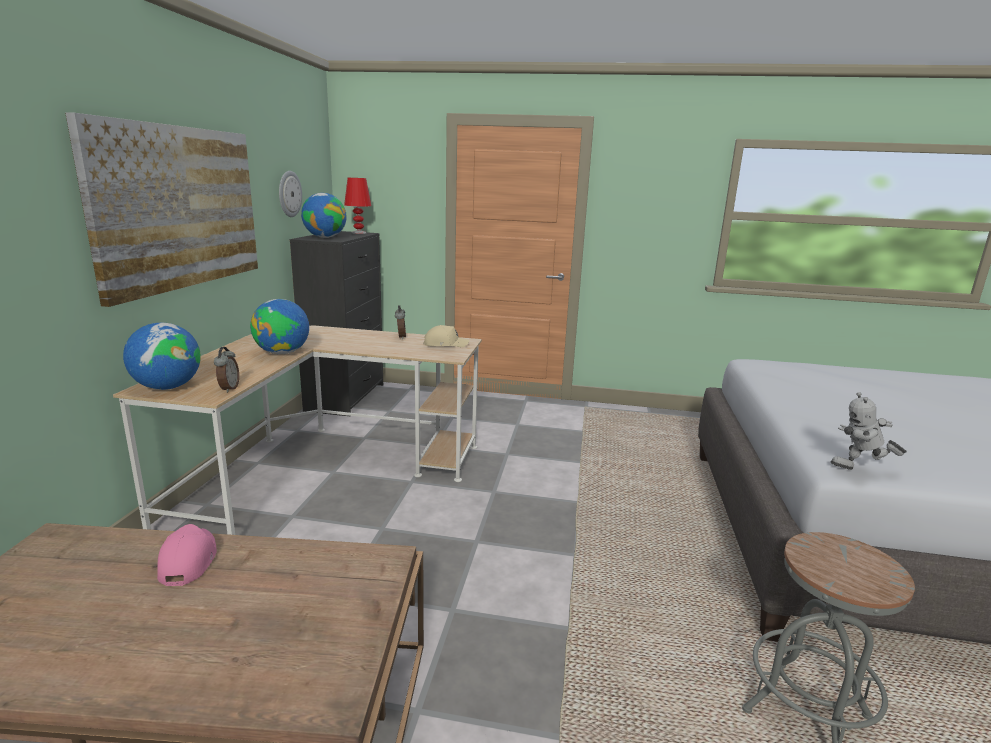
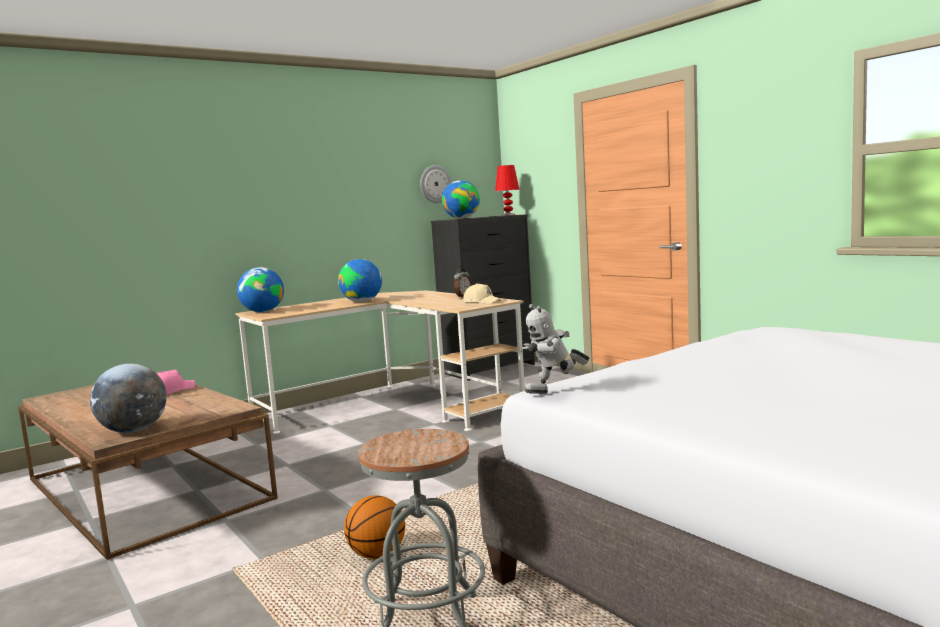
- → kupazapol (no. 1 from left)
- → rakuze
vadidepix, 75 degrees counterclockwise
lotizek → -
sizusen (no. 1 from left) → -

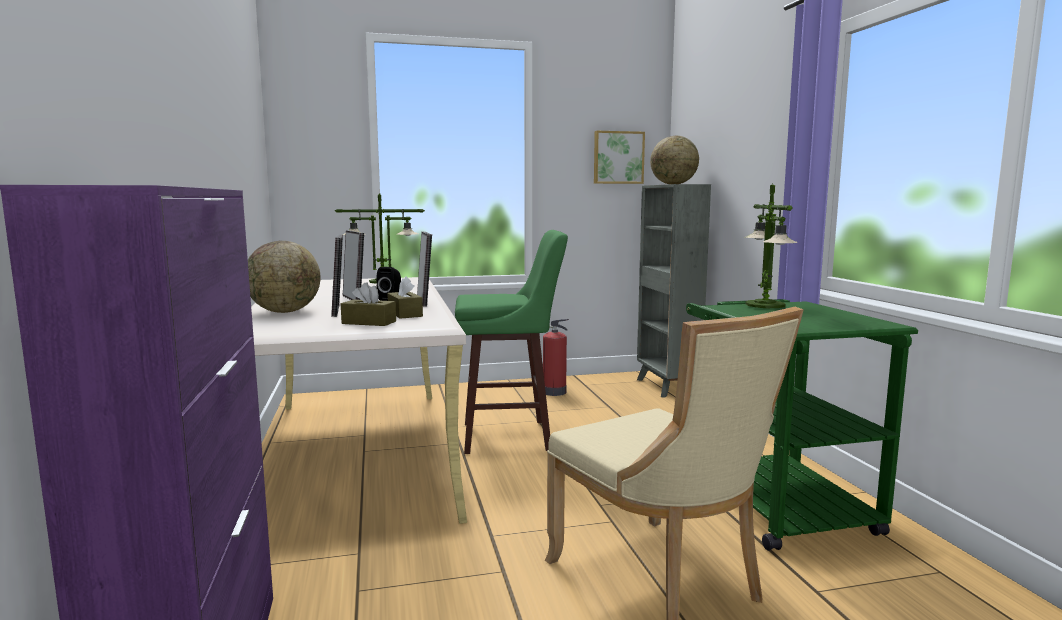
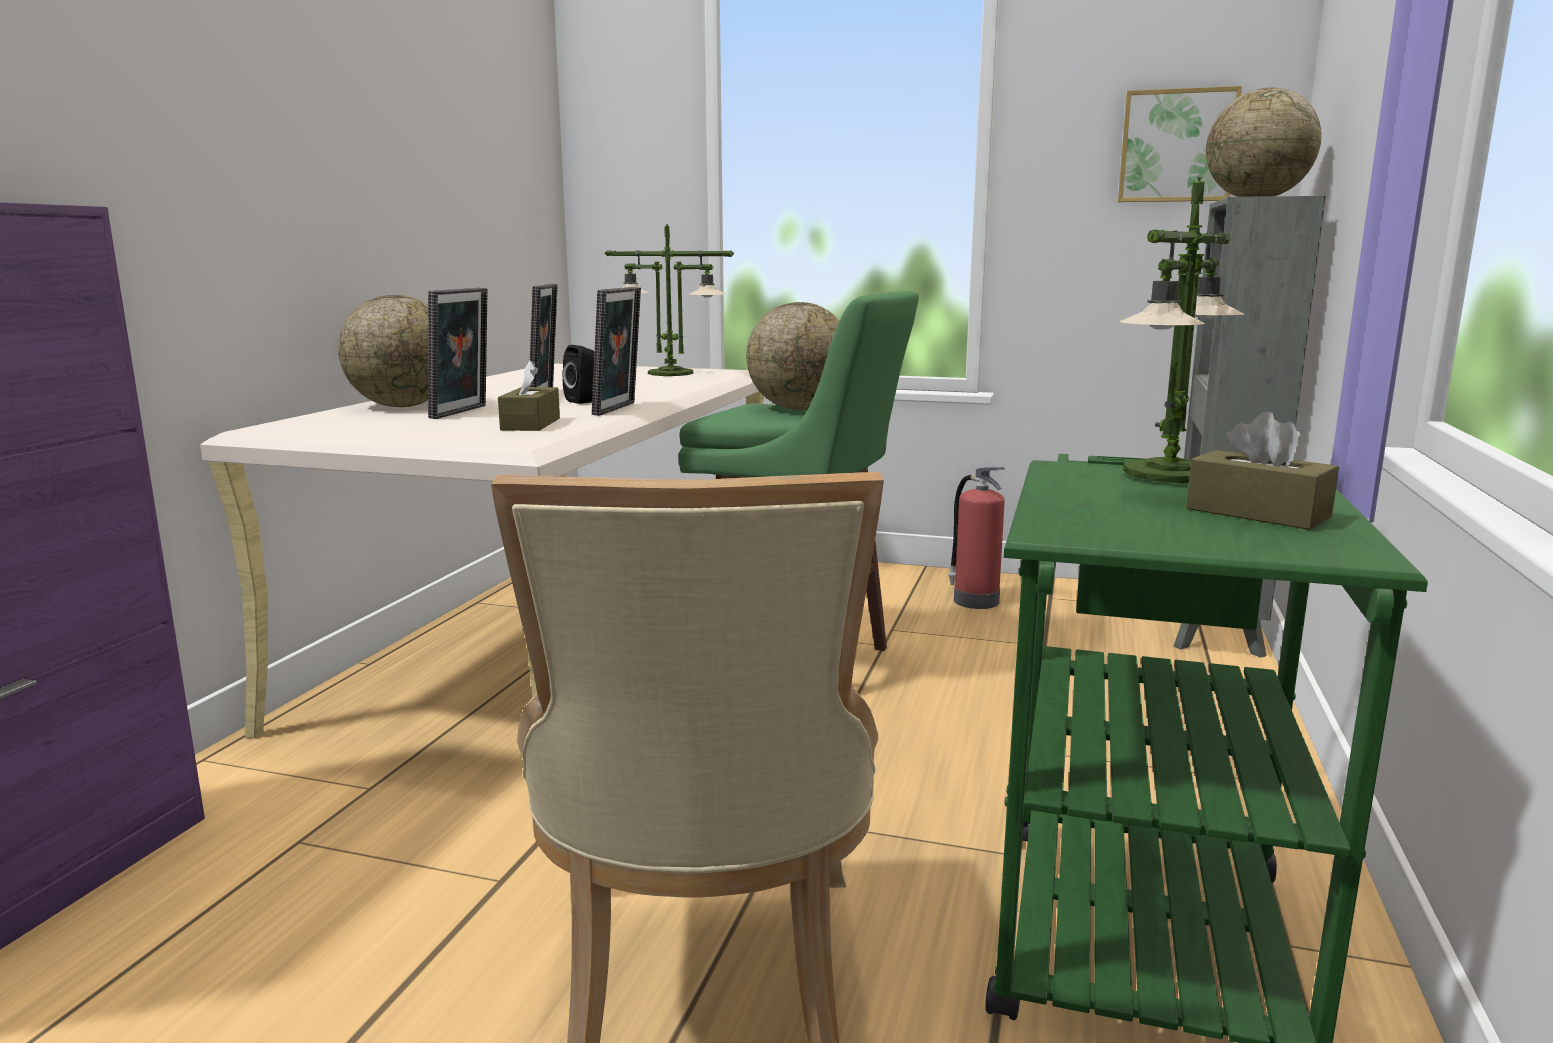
- → kupazapol (no. 2 from left)
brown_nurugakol (no. 1 from left in the first image) → brown_nurugakol (no. 2 from left), shifted

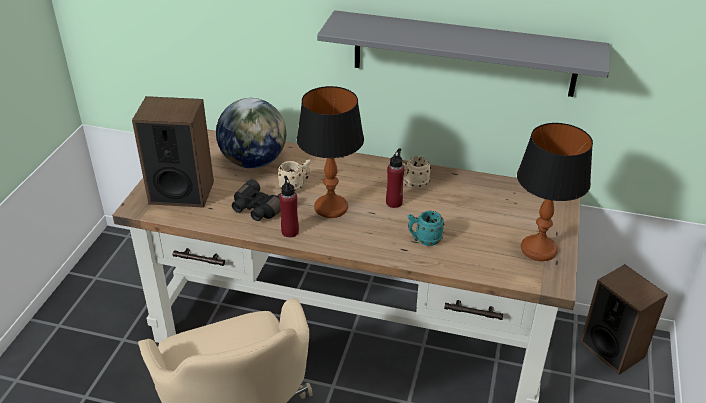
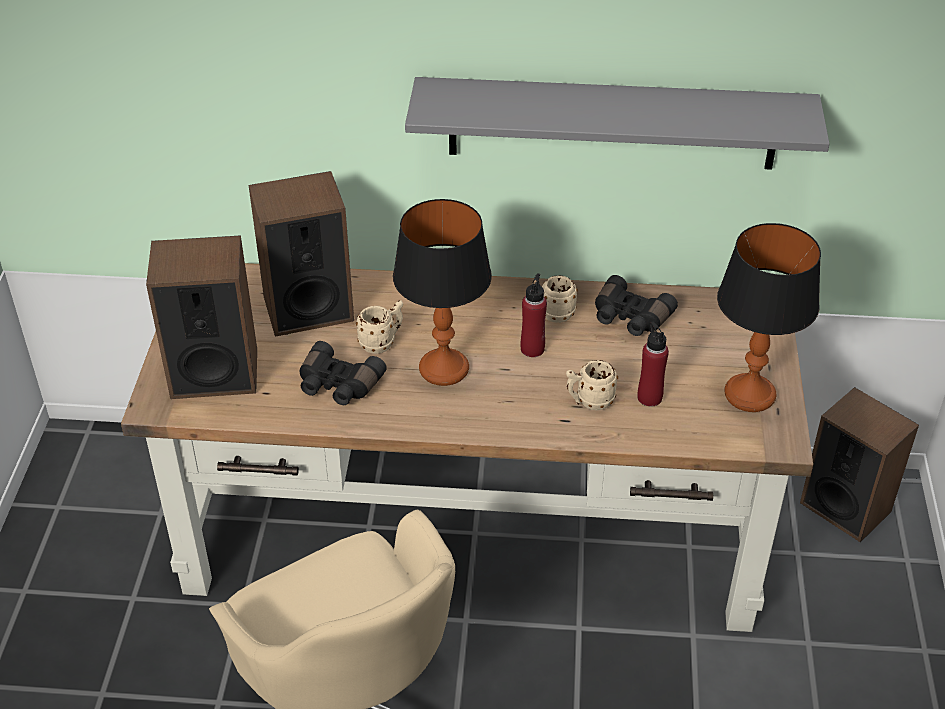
kupazapol → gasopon (no. 2 from left)
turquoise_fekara → beige_fekara (no. 3 from left)
- → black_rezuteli (no. 2 from left)
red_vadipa (no. 1 from left in the first image) → red_vadipa (no. 2 from left), shifted

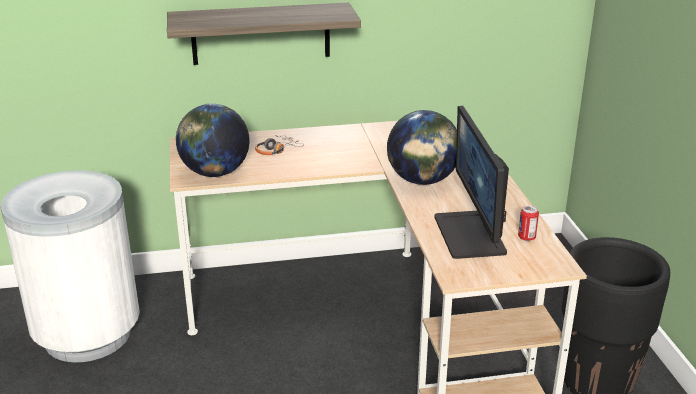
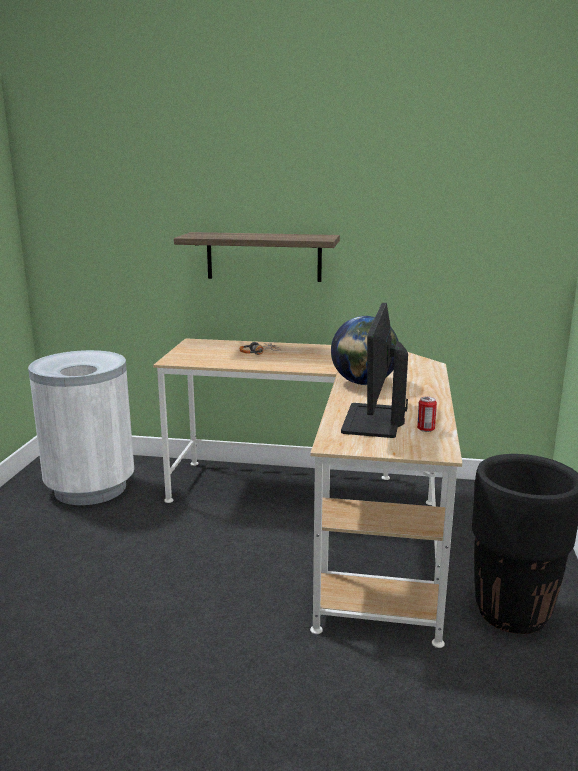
kupazapol (no. 1 from left) → -

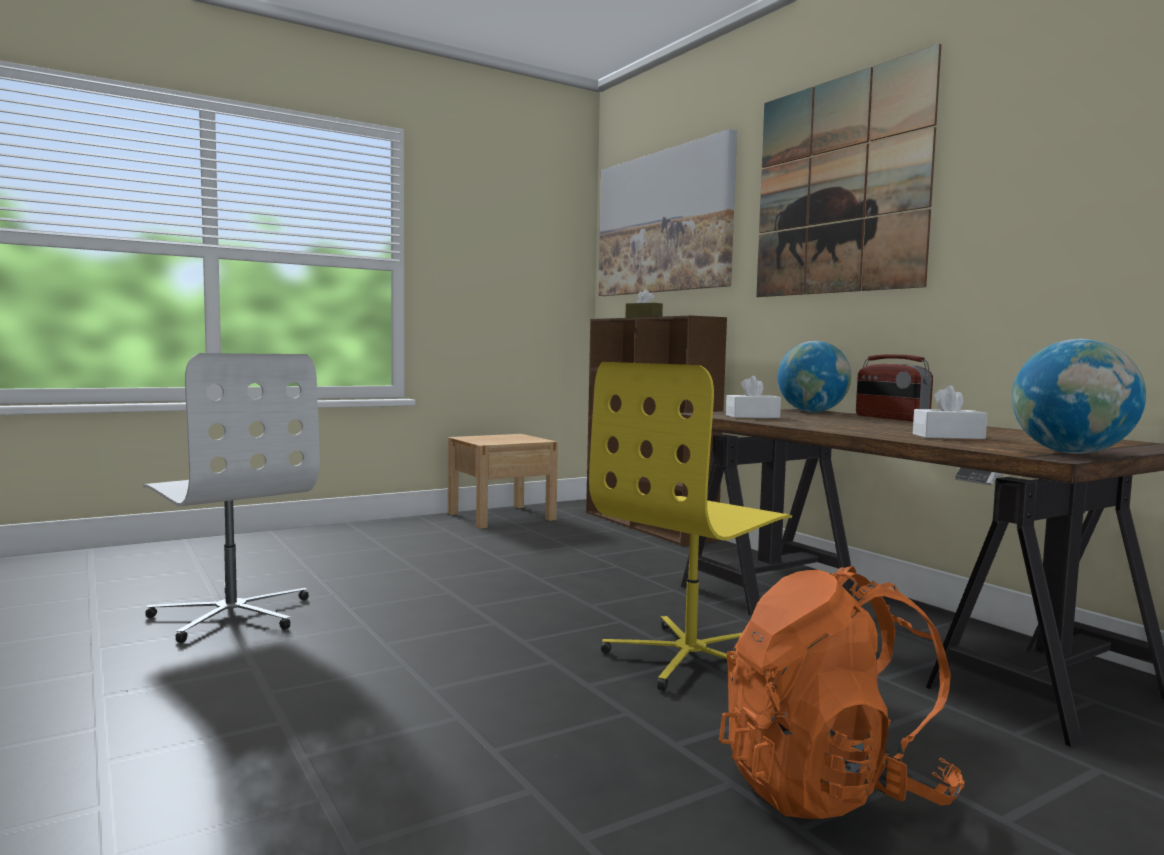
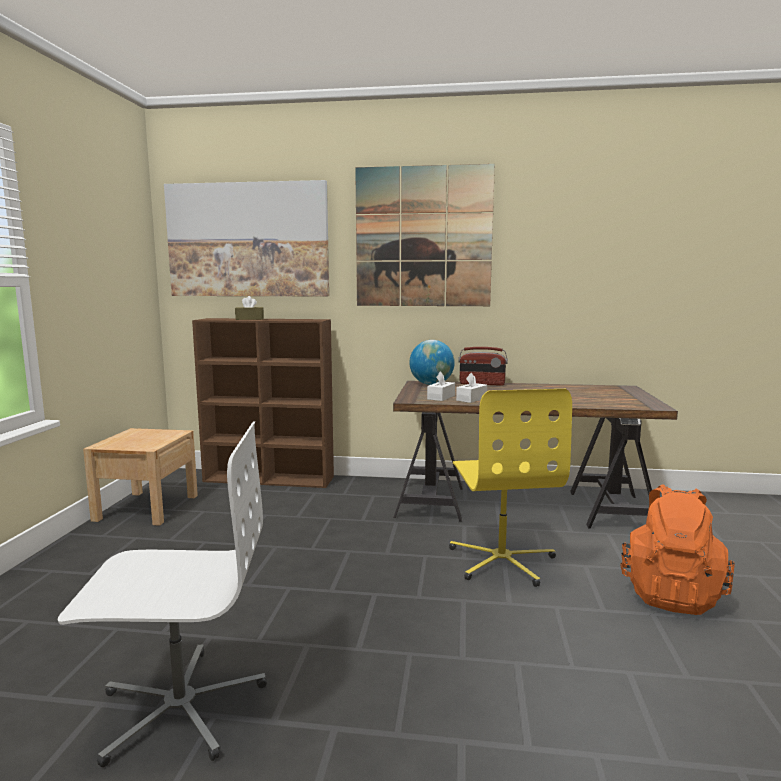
white_nurugakol (no. 2 from left), shifted
kupazapol (no. 2 from left) → -

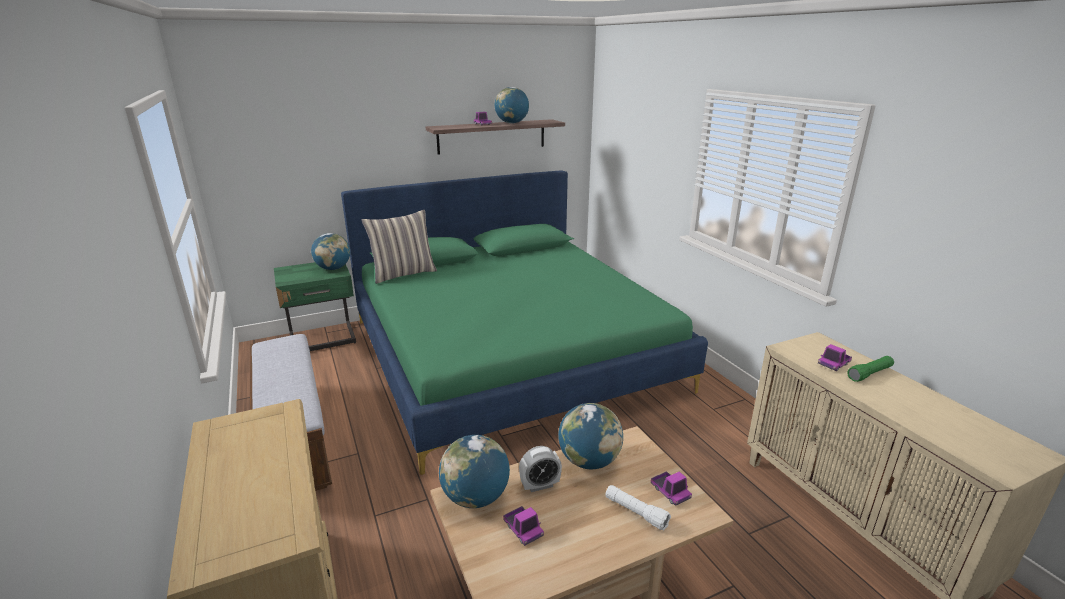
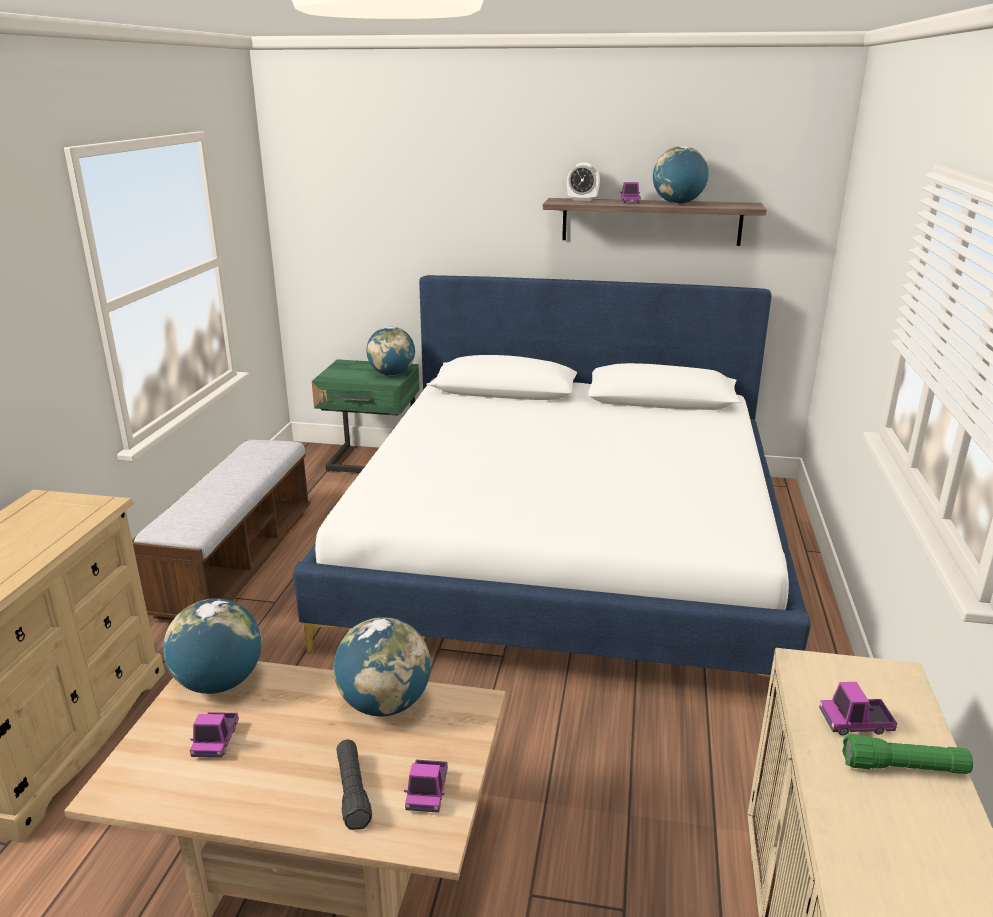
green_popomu → white_popomu
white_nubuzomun → black_nubuzomun
sizusen, shifted
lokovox → -

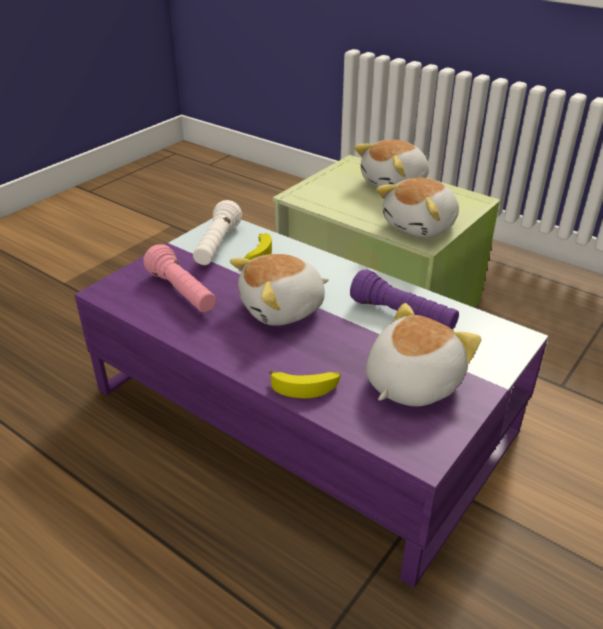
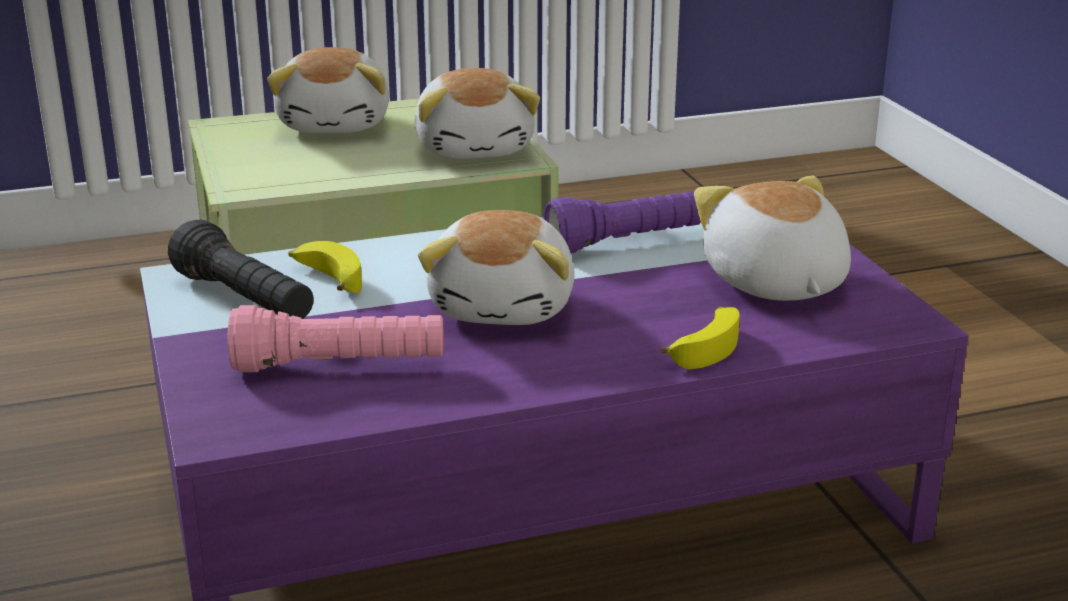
white_nubuzomun → black_nubuzomun

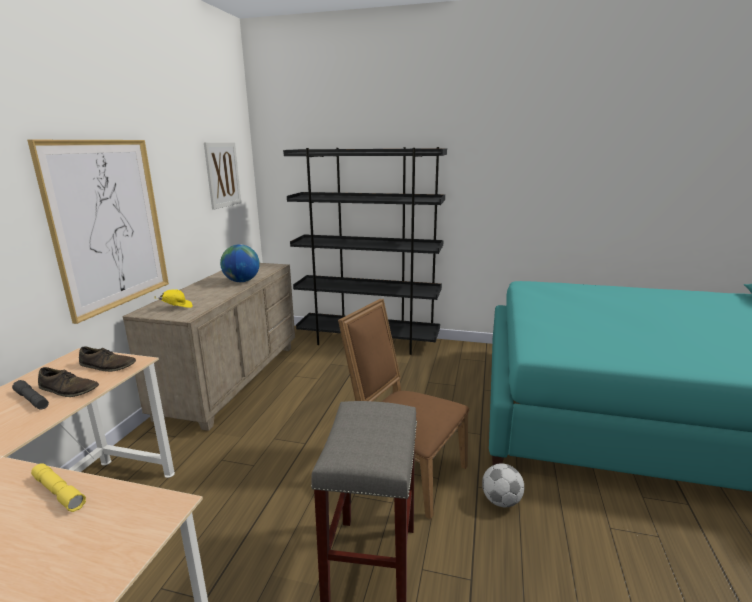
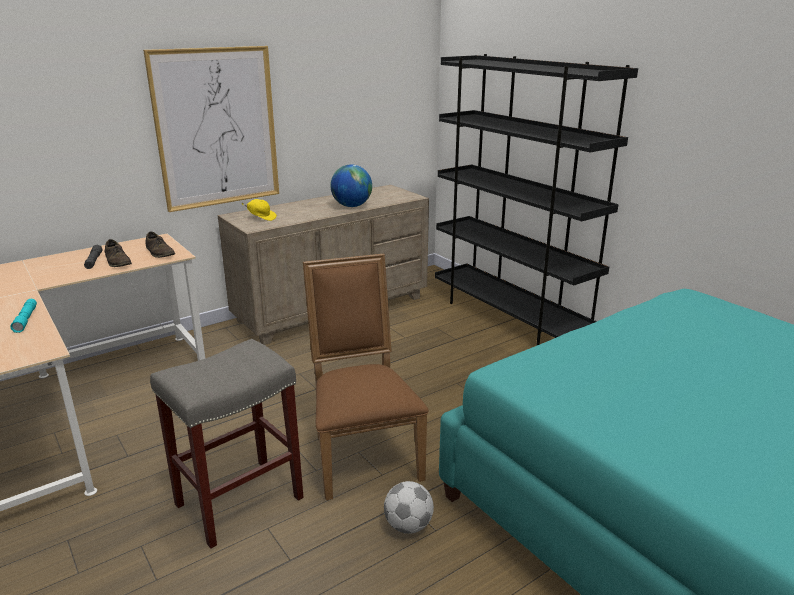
yellow_nubuzomun → turquoise_nubuzomun
lotizek (no. 2 from left) → -

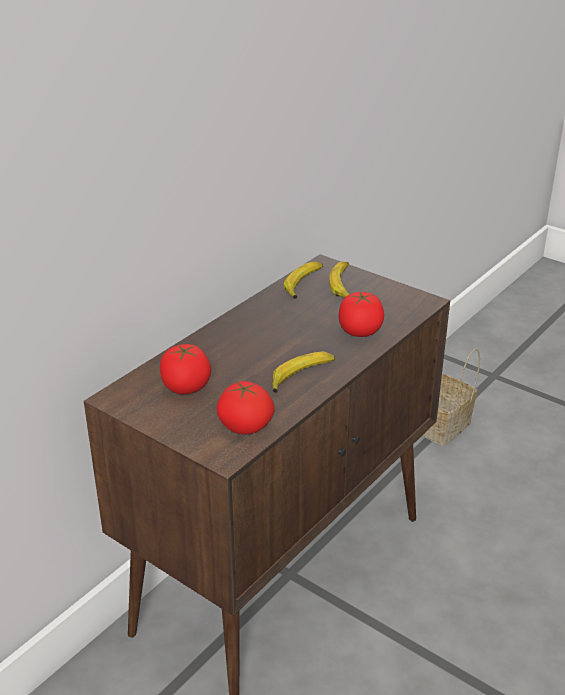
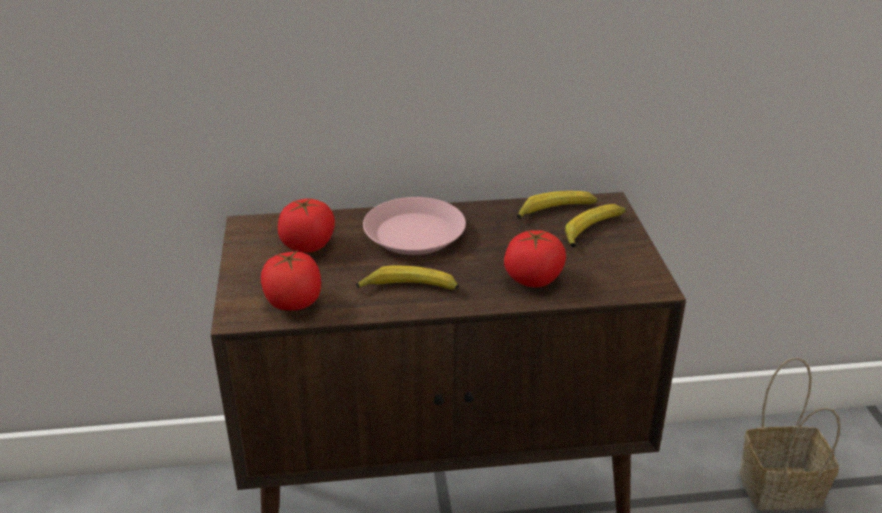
- → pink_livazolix

